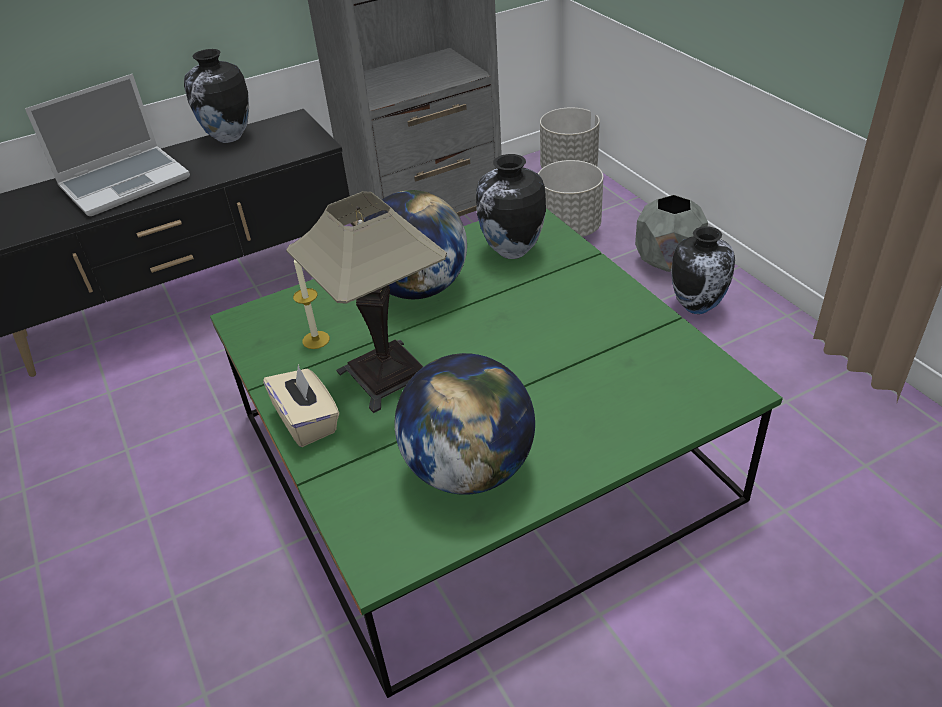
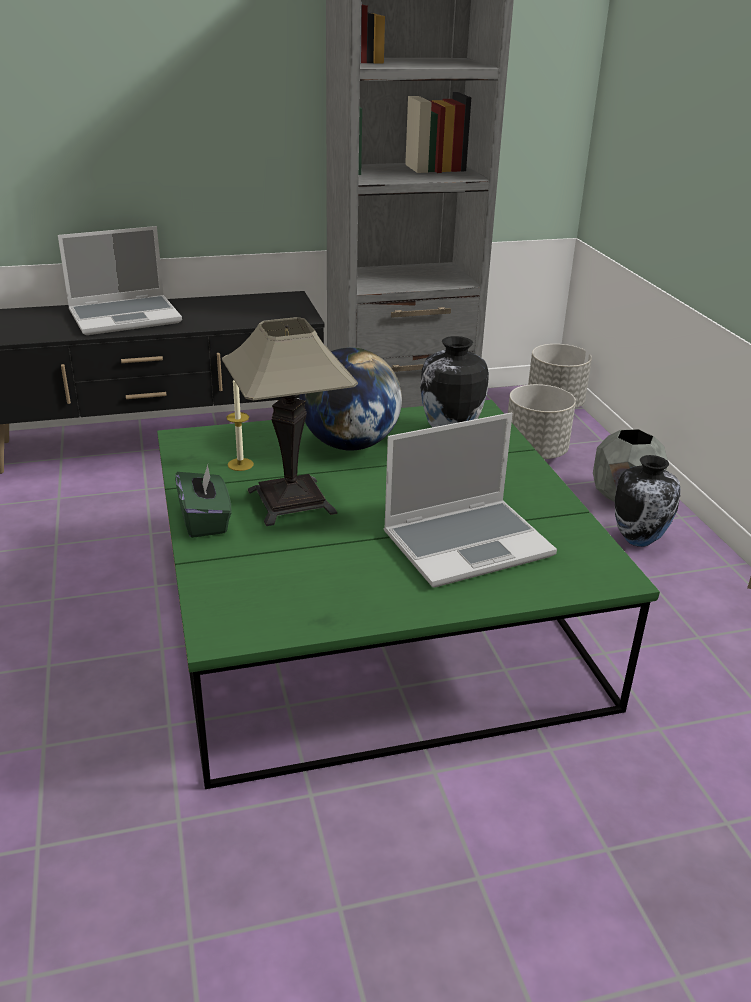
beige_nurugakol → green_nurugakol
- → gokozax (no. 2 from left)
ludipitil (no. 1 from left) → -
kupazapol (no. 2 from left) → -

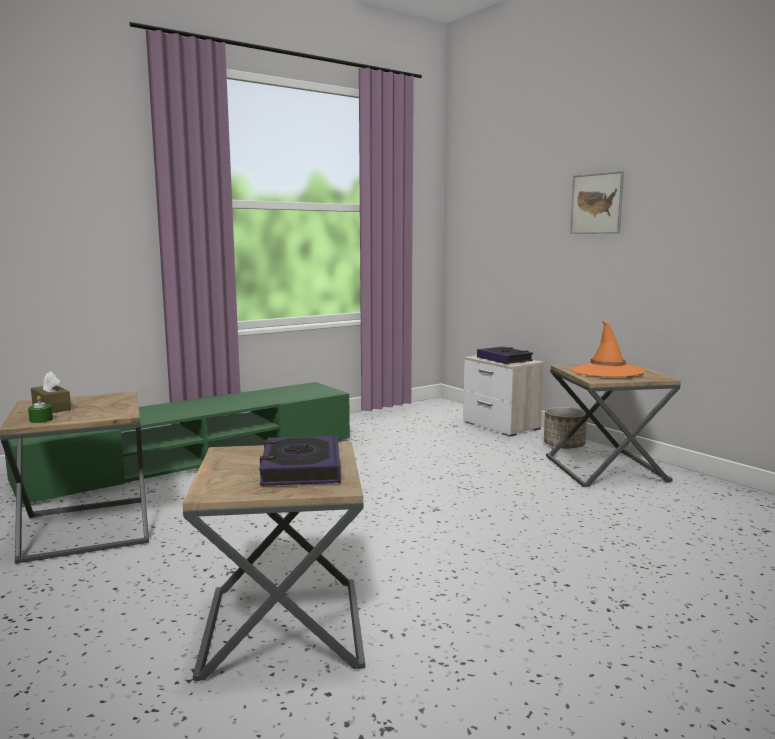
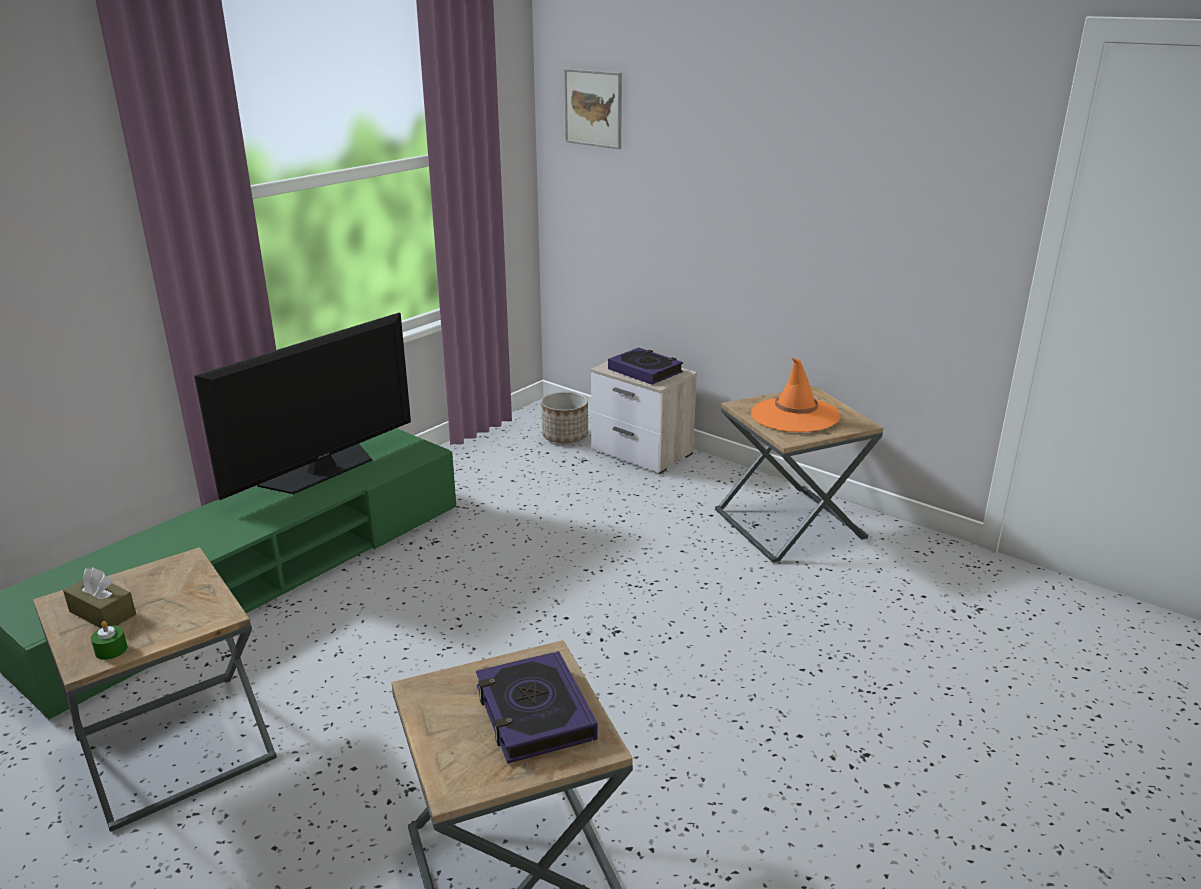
- → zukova
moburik, shifted
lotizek, shifted

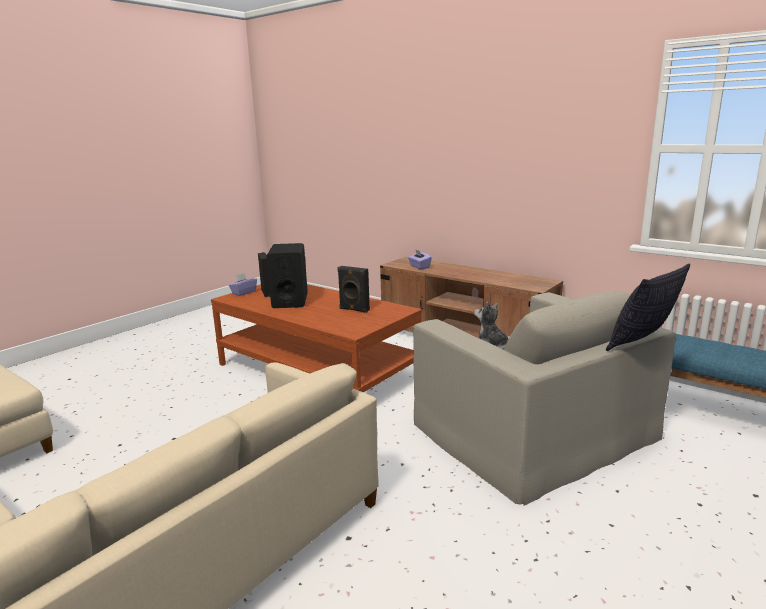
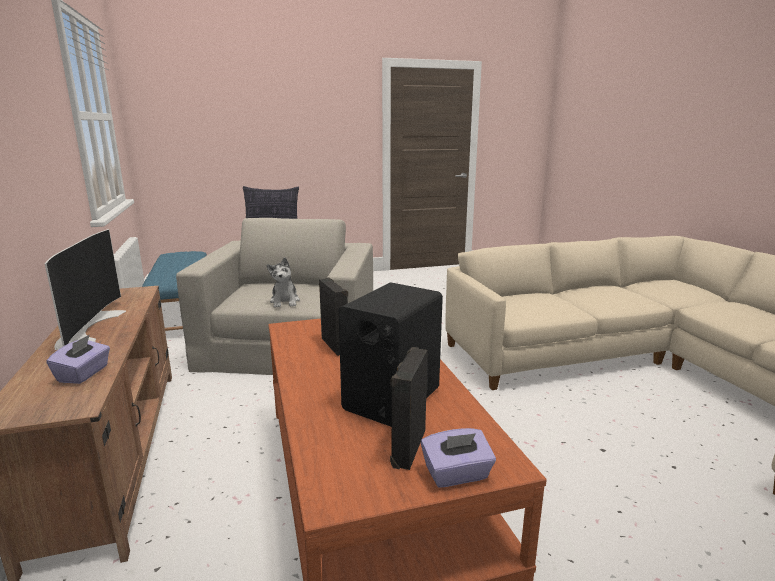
- → zukova

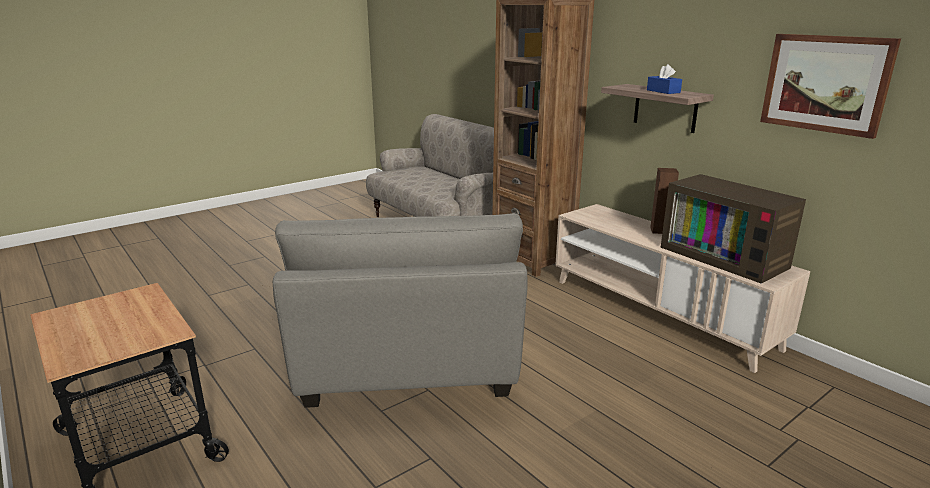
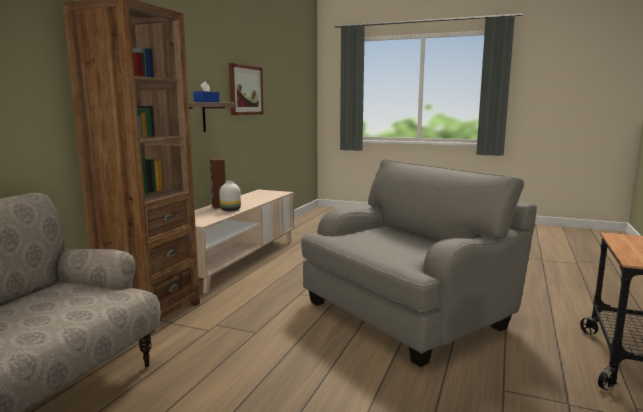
- → white_ludipitil
zukova → -

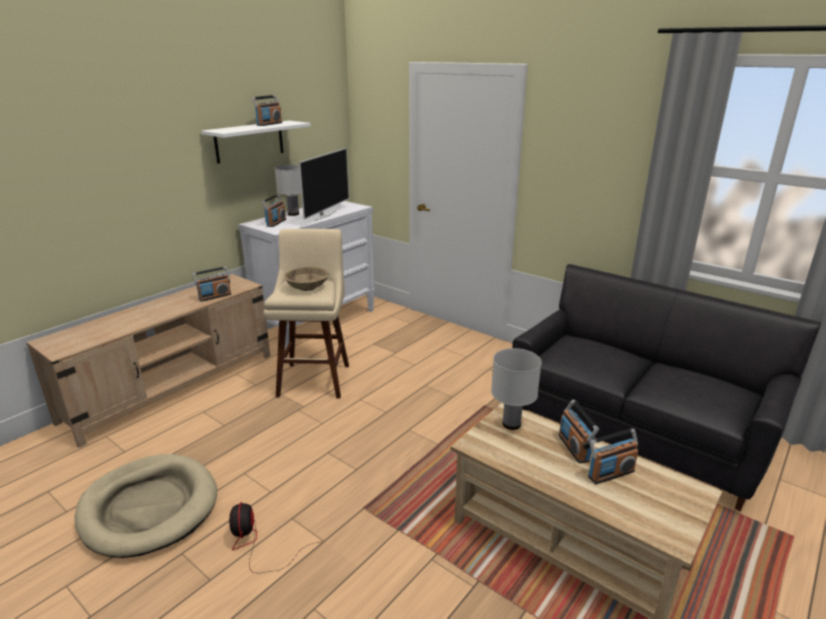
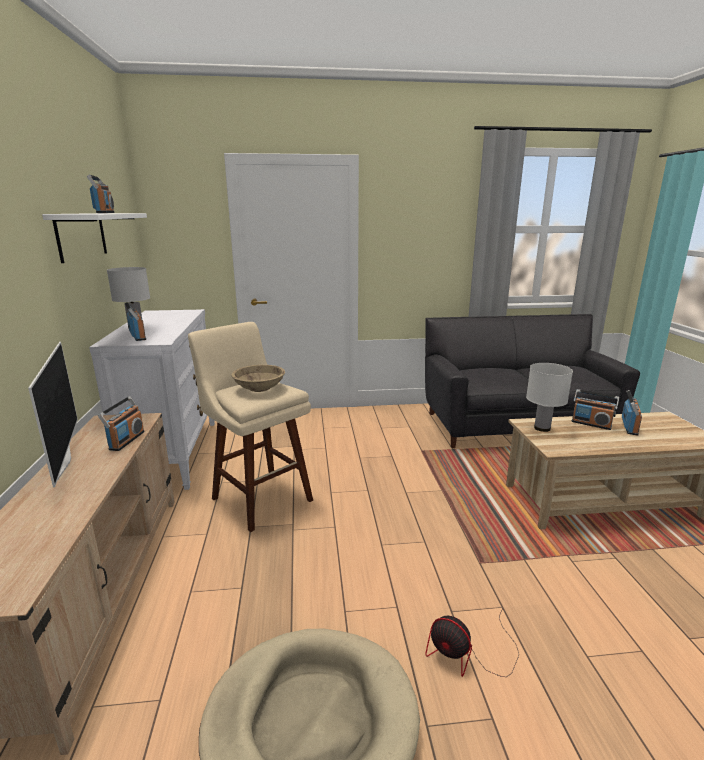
zukova, shifted

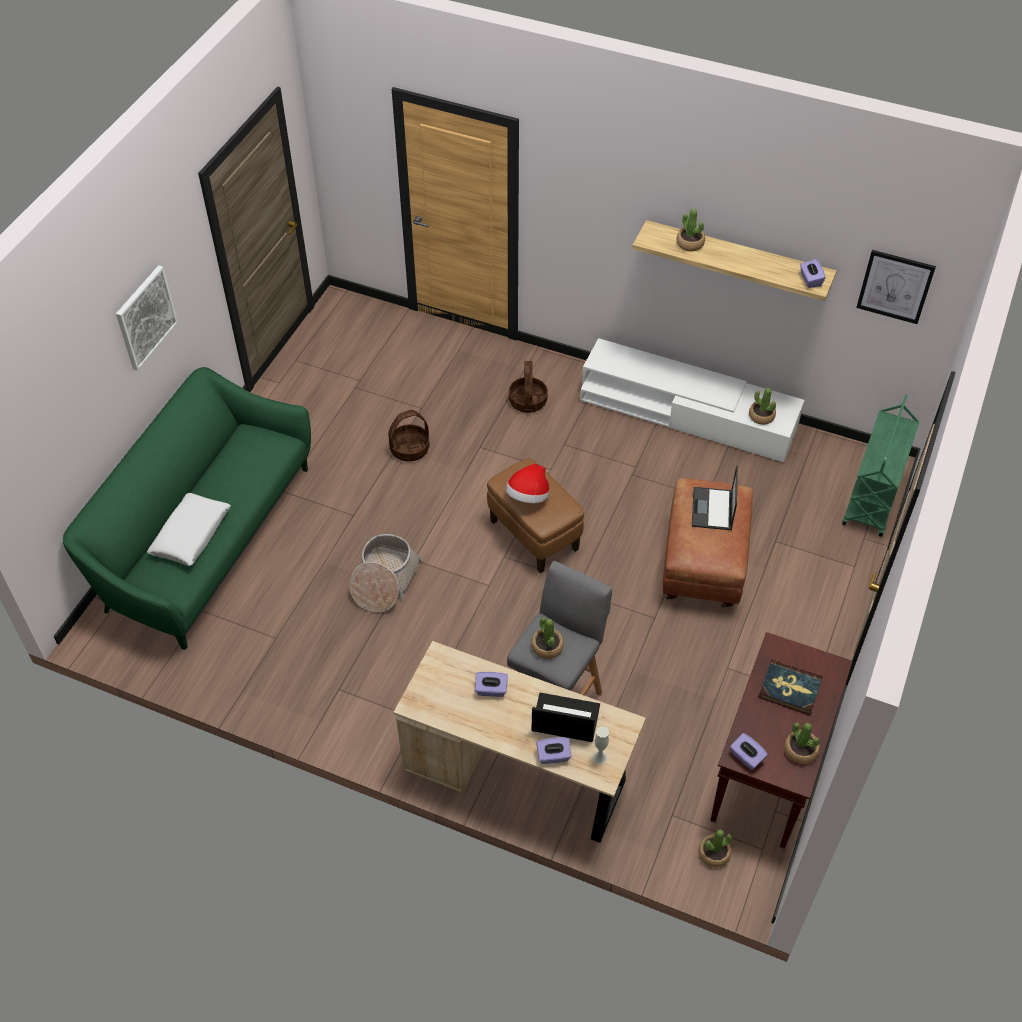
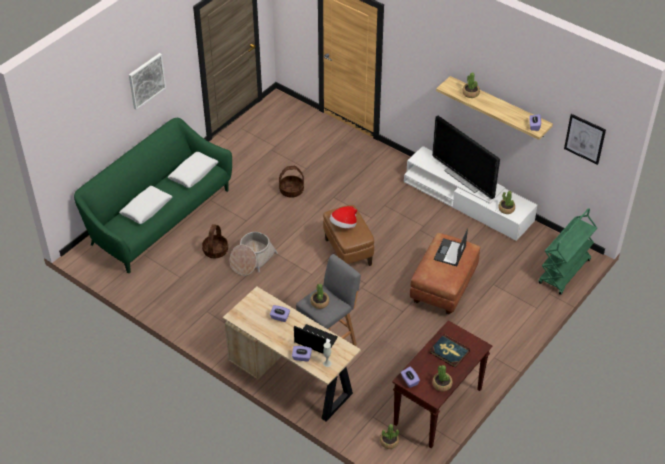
- → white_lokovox (no. 2 from left)
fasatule (no. 3 from left in the first image) → fasatule (no. 1 from left), shifted
- → zukova

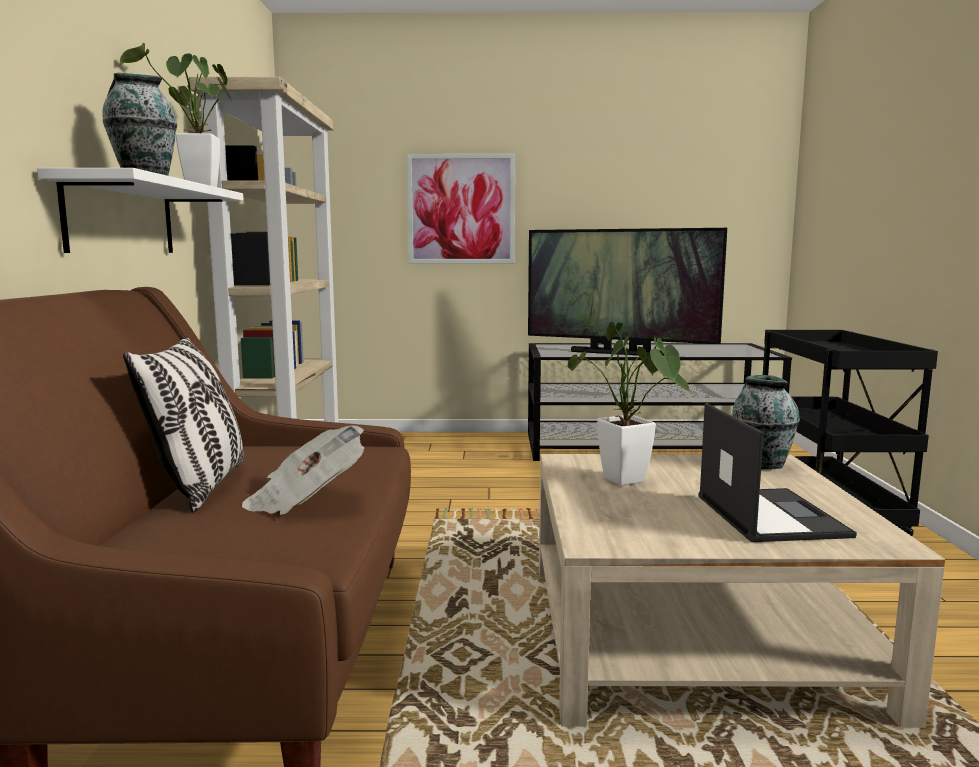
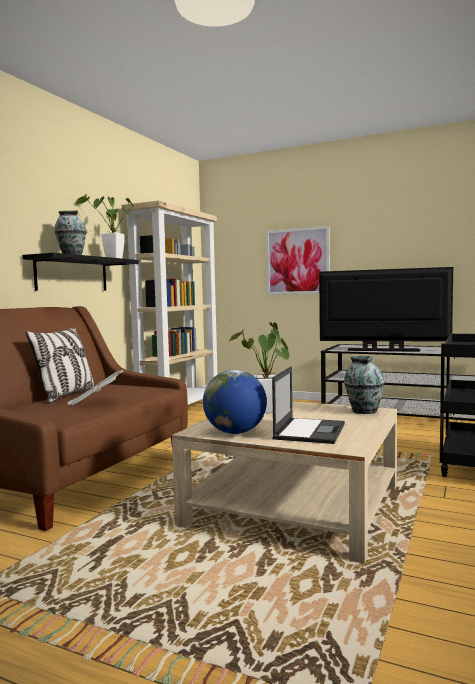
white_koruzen → black_koruzen
- → kupazapol
zukova, 150 degrees clockwise

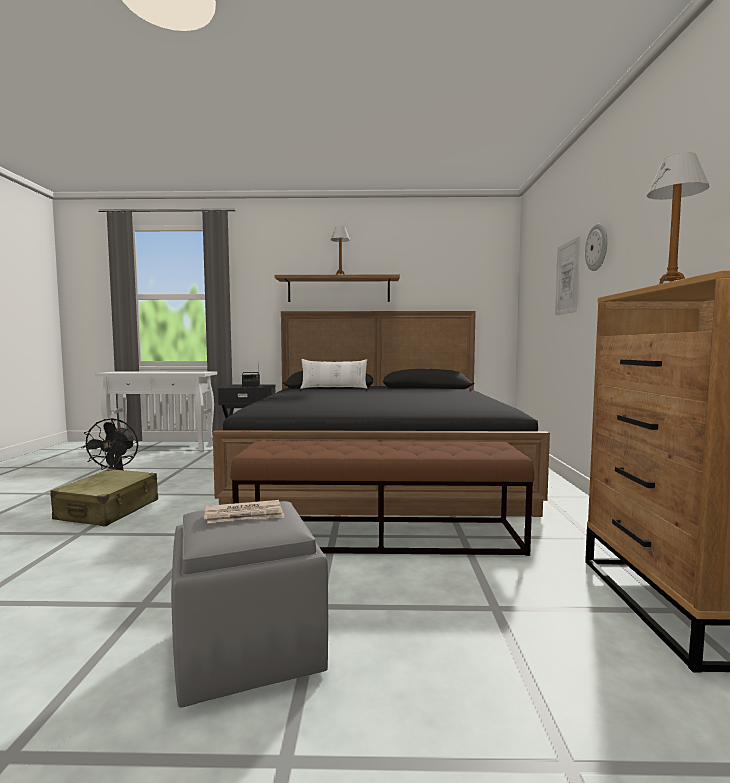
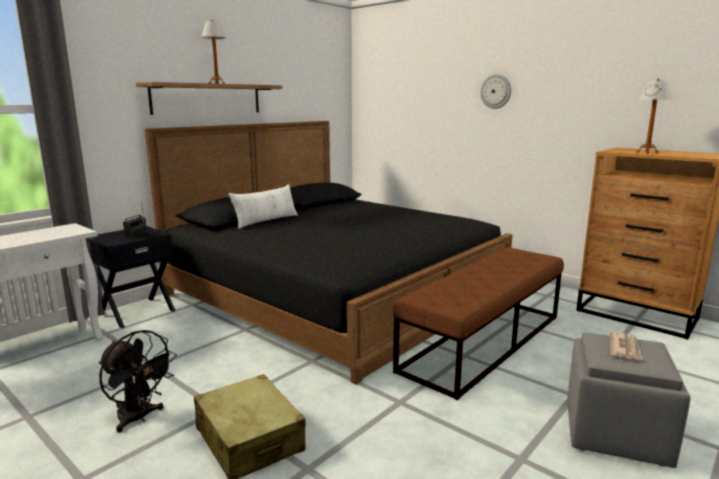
lotizek → -

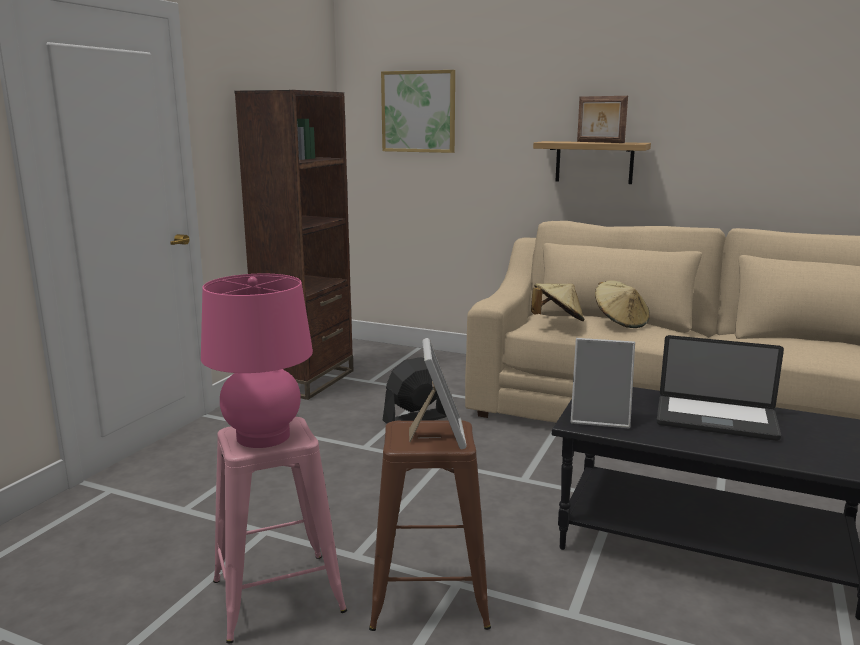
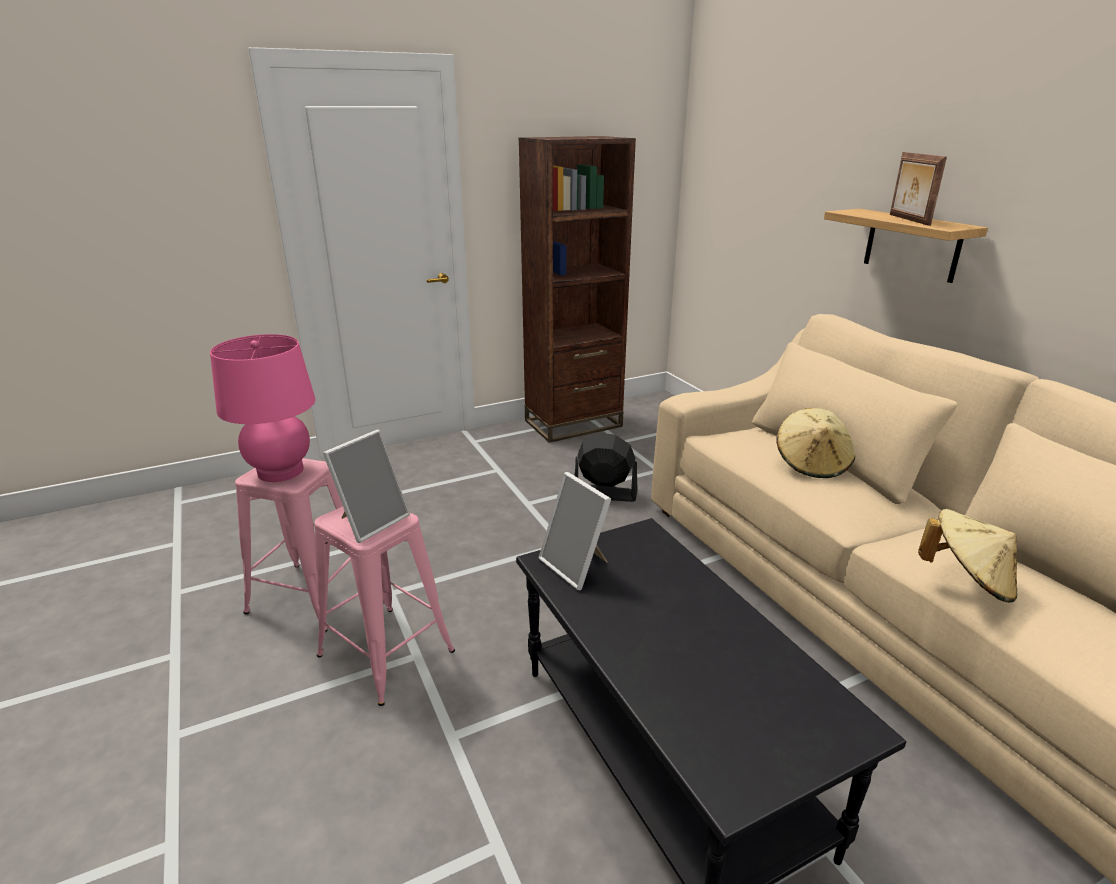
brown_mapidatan → pink_mapidatan (no. 2 from left)
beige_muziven (no. 1 from left in the first image) → beige_muziven (no. 2 from left), shifted
lotizek → -
gokozax → -

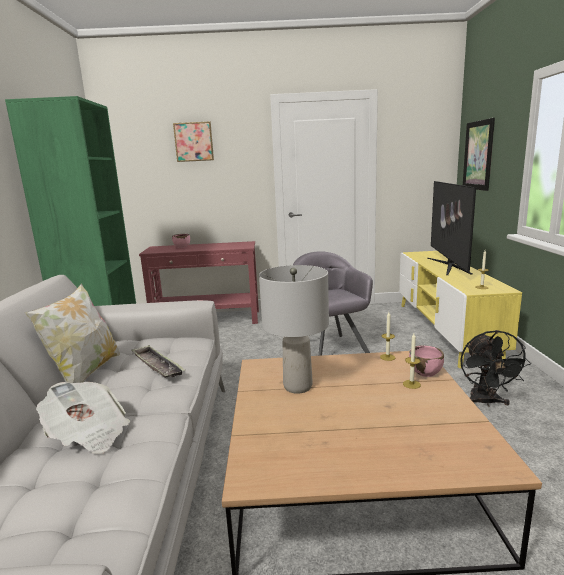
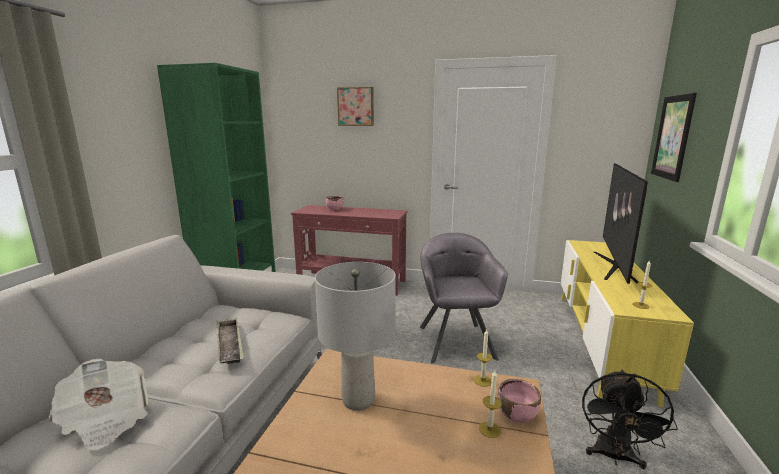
lokovox → -

